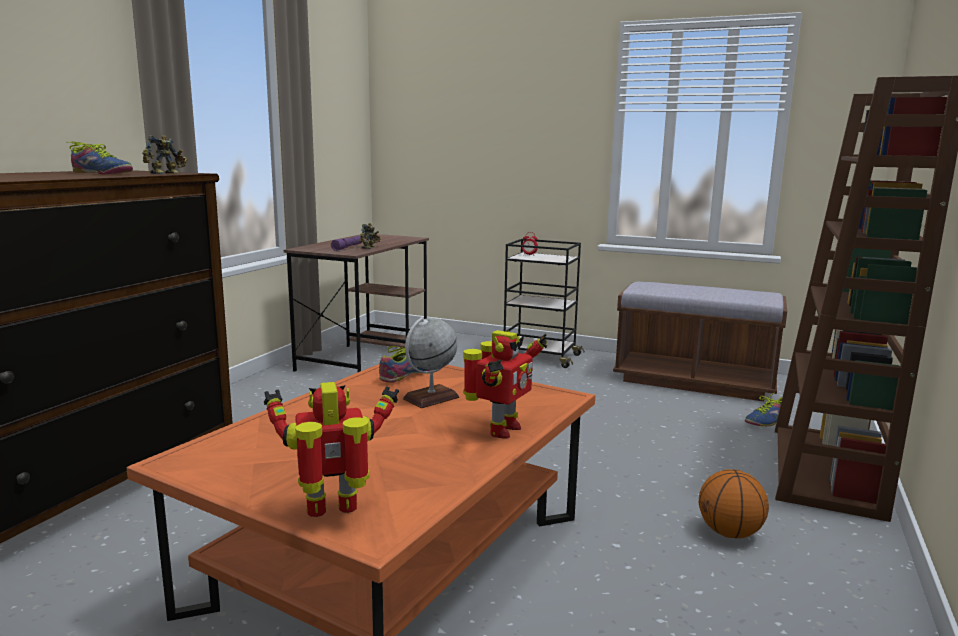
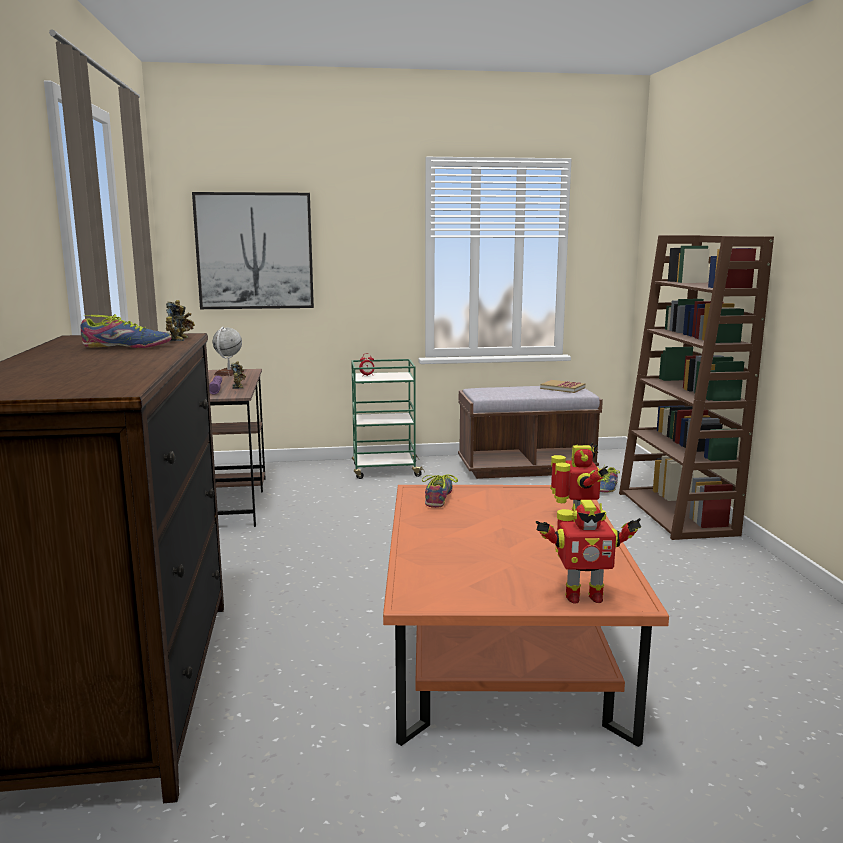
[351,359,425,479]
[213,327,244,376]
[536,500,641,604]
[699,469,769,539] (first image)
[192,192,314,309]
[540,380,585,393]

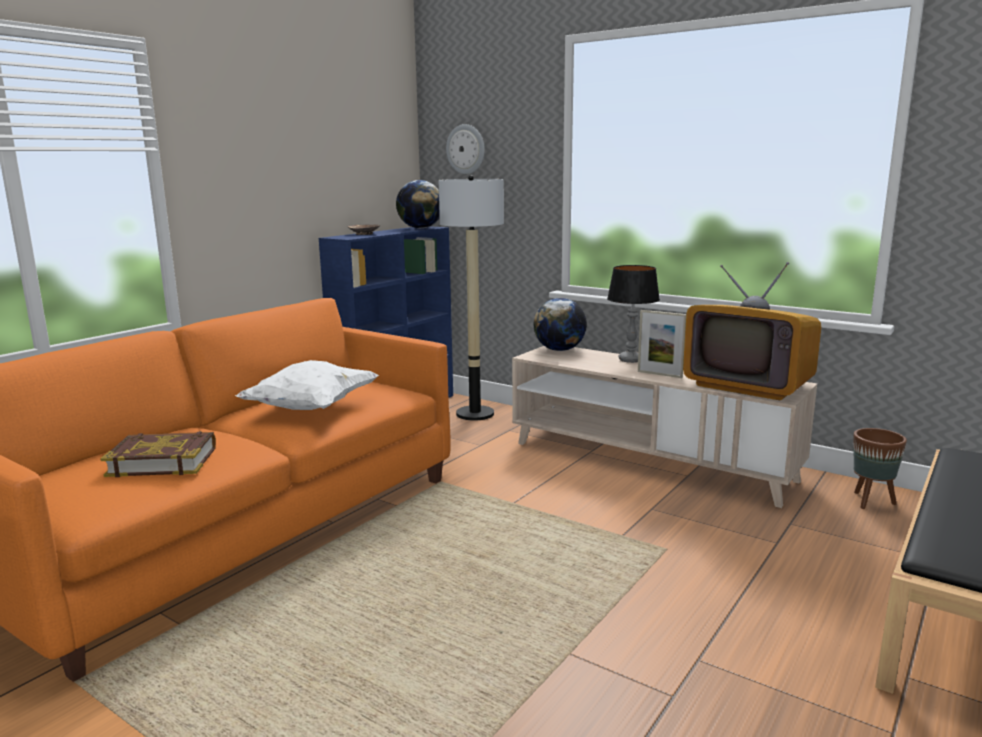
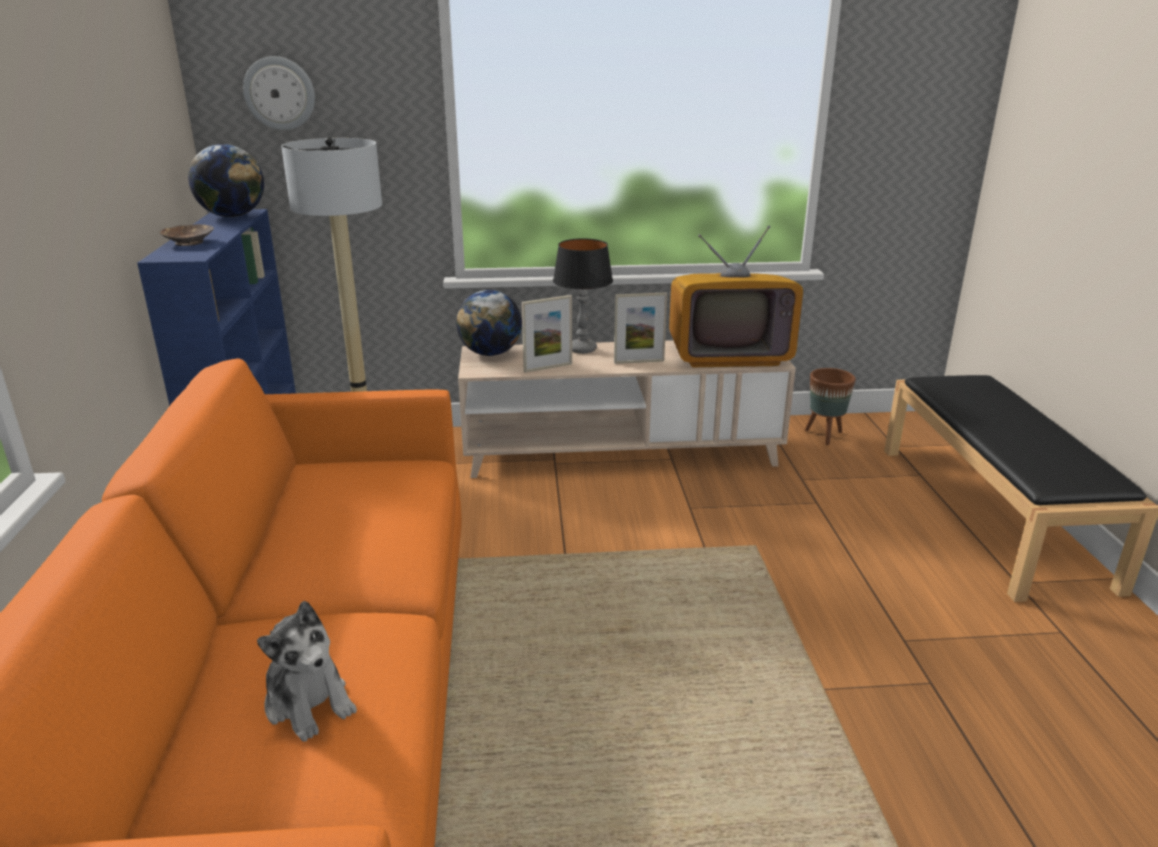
[235,360,379,410] (first image)
[257,601,357,742]
[522,295,572,373]

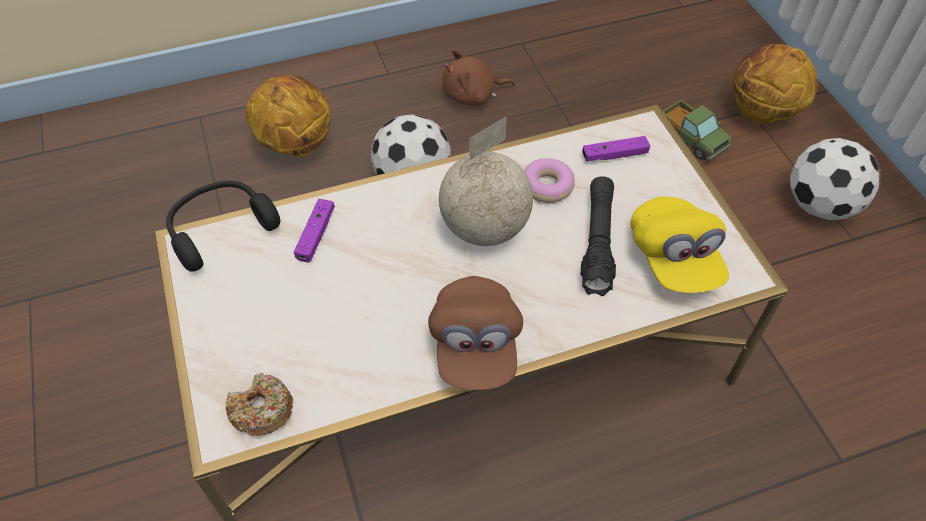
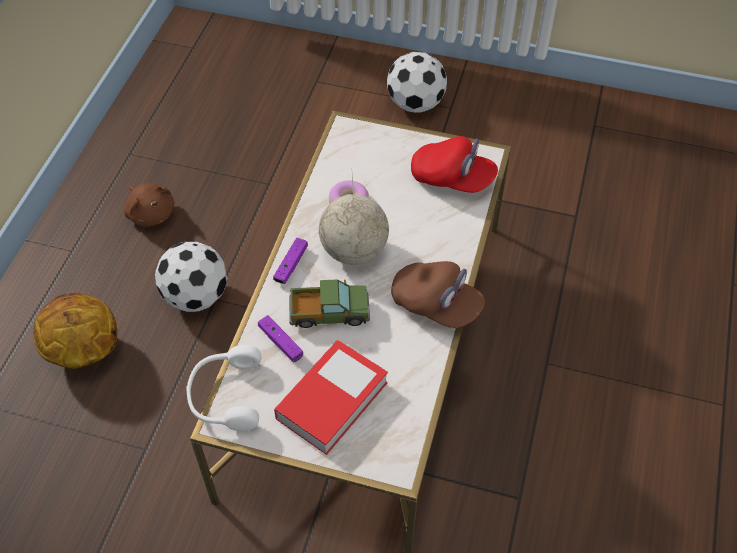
[733,44,817,124] (first image)
[124,183,174,227]
[289,279,370,328]
[273,238,308,284]
[580,176,616,296] (first image)
[186,345,261,431]
[411,136,498,193]
[225,373,293,436] (first image)
[274,340,388,455]

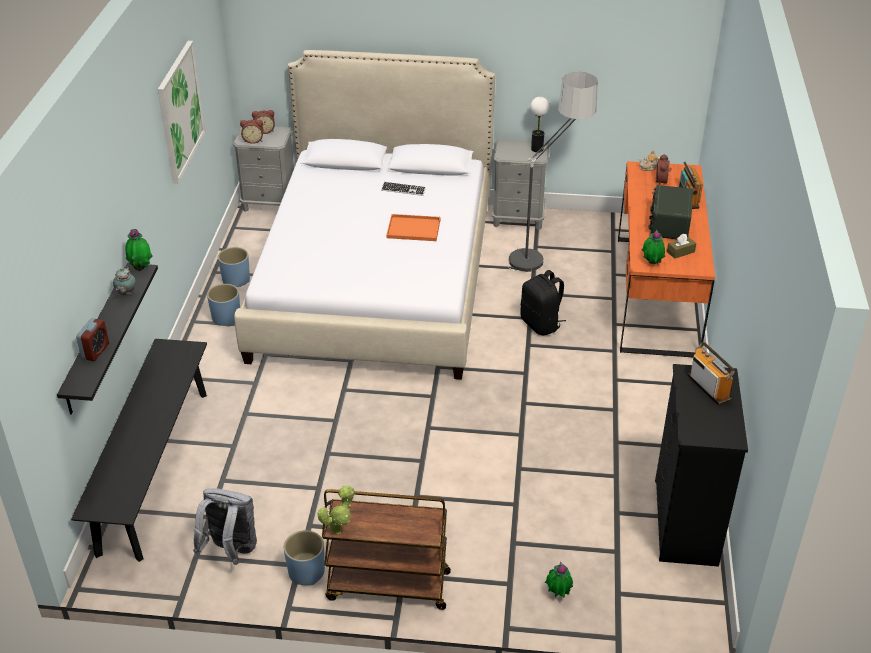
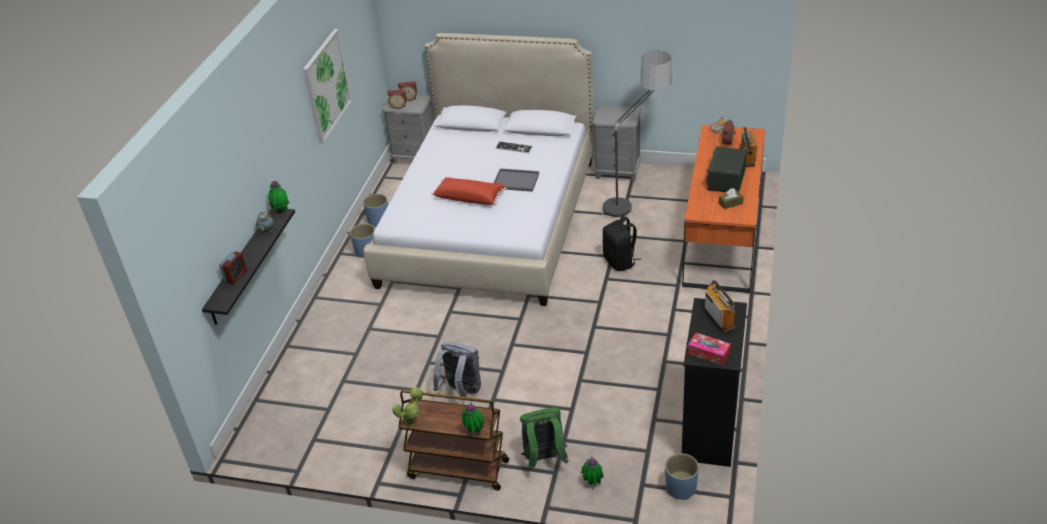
[530,97,549,152] (first image)
[494,168,539,192]
[462,402,484,433]
[71,339,207,562] (first image)
[433,342,481,397]
[665,453,699,500]
[431,177,507,205]
[688,333,731,365]
[520,407,569,470]

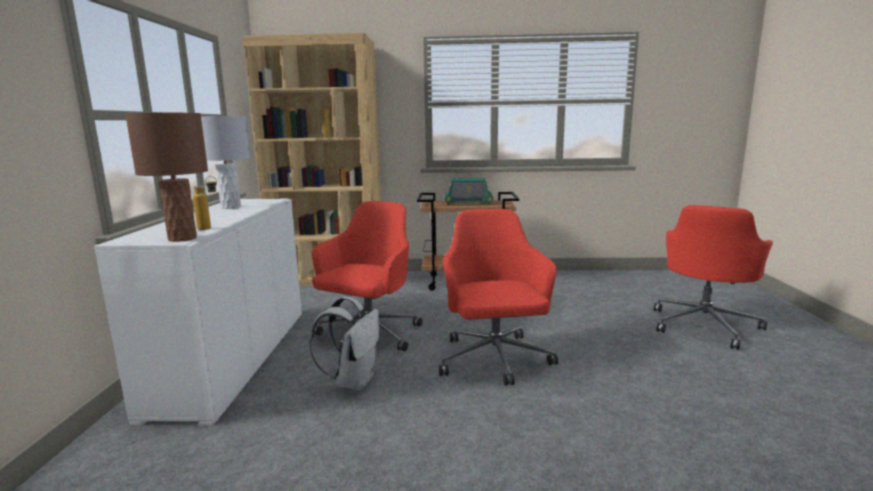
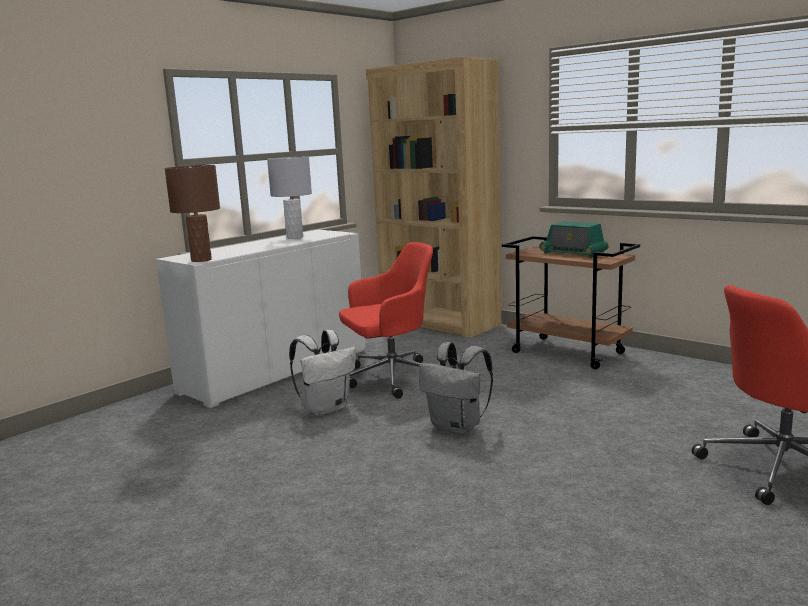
[193,176,217,230] (first image)
[419,342,493,435]

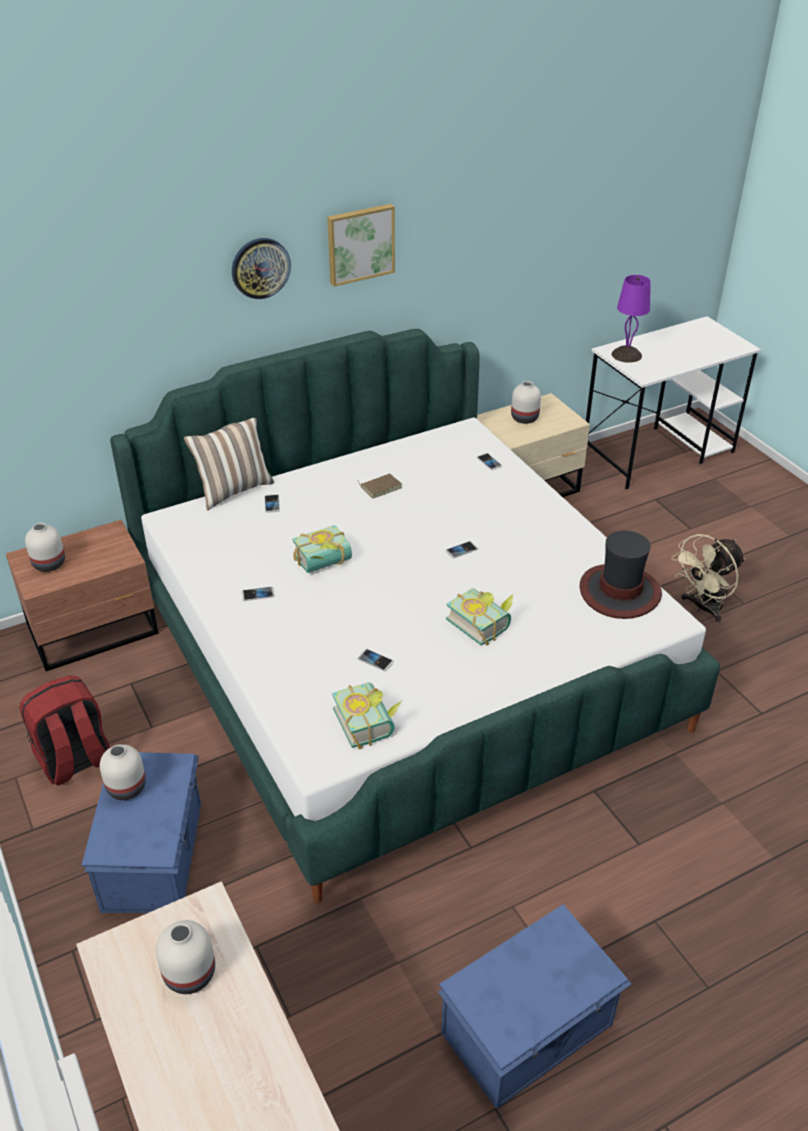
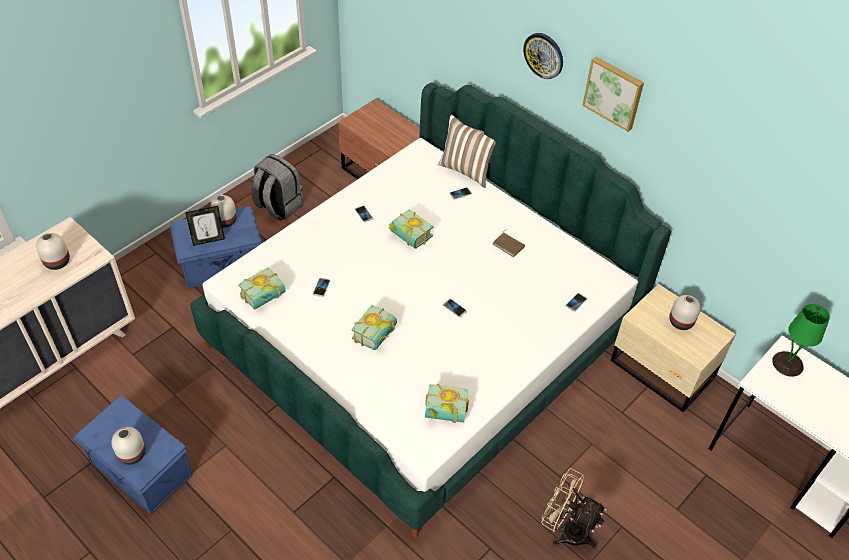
[772,304,830,377]
[111,427,145,465]
[425,384,469,423]
[251,154,303,221]
[185,206,225,246]

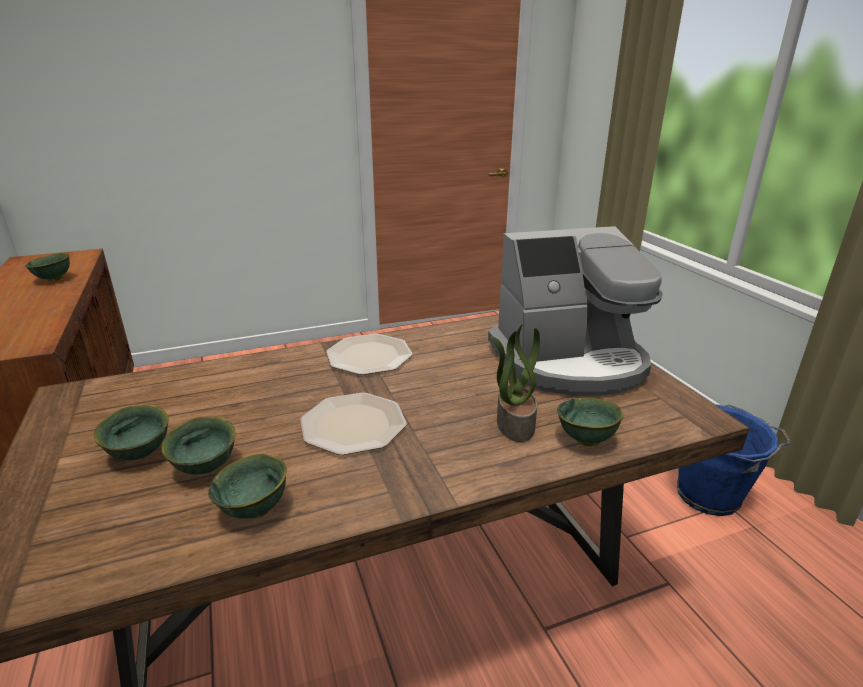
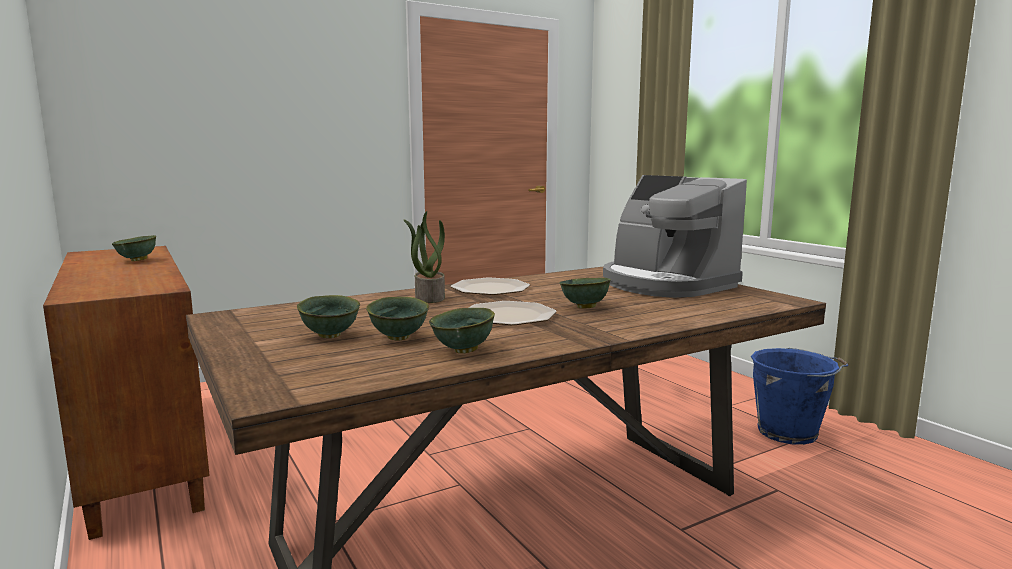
[603,175,747,298]
[404,211,445,303]
[560,278,611,309]

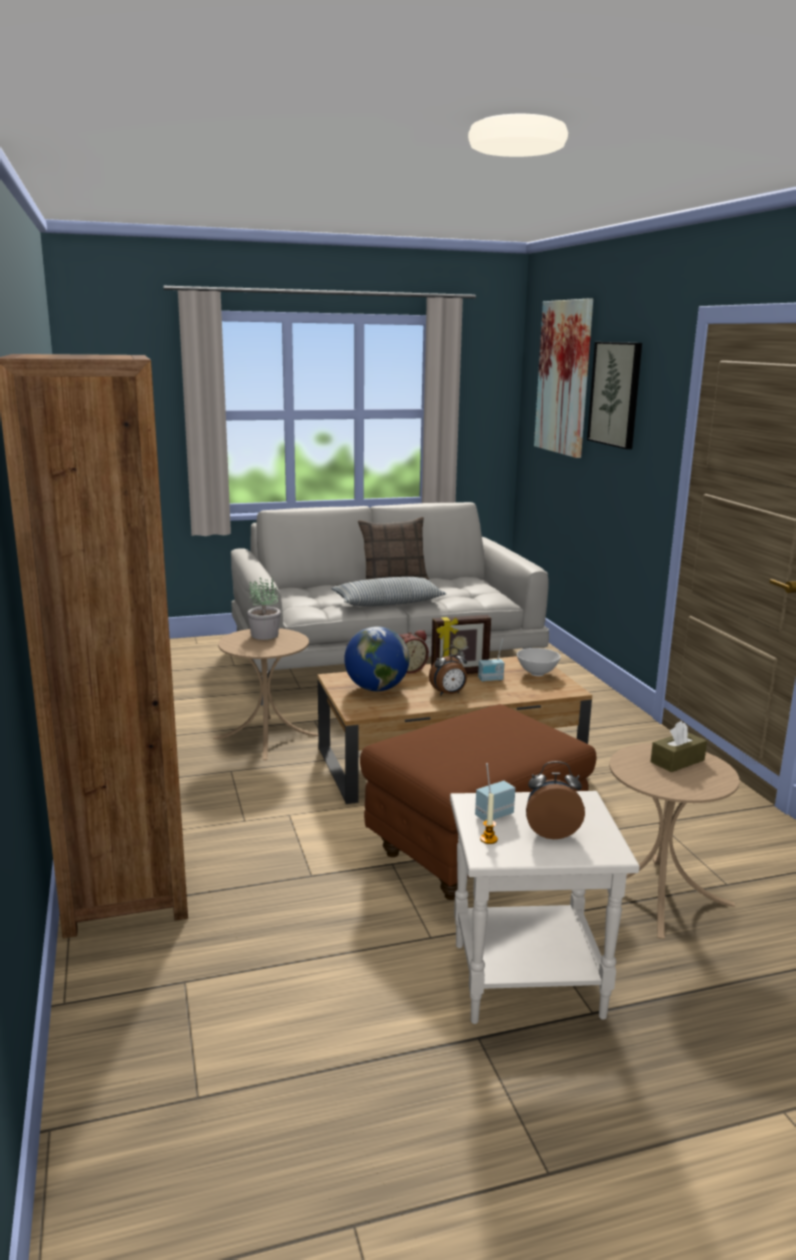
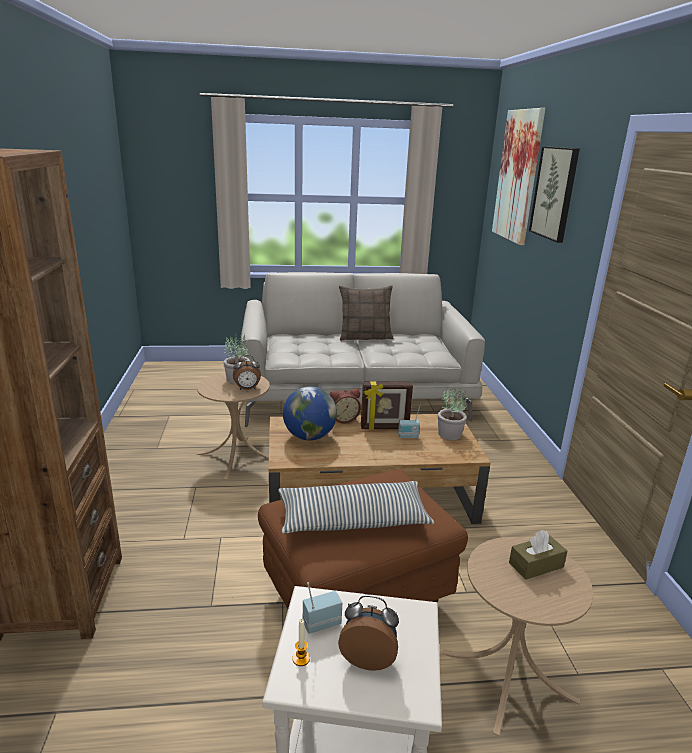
[278,481,434,534]
[233,355,261,390]
[438,388,467,440]

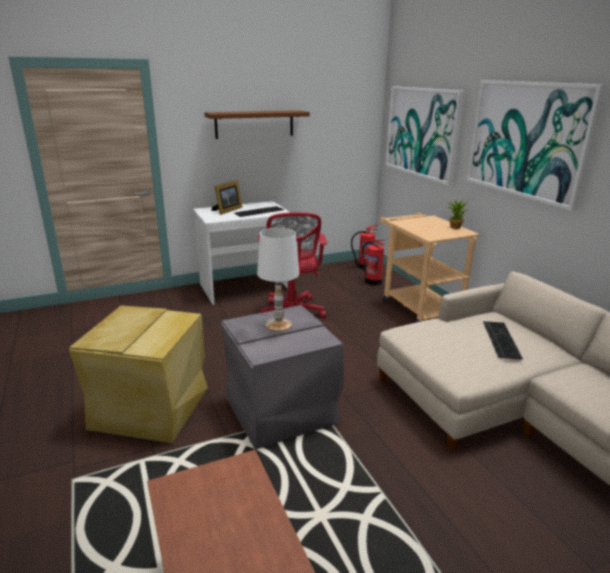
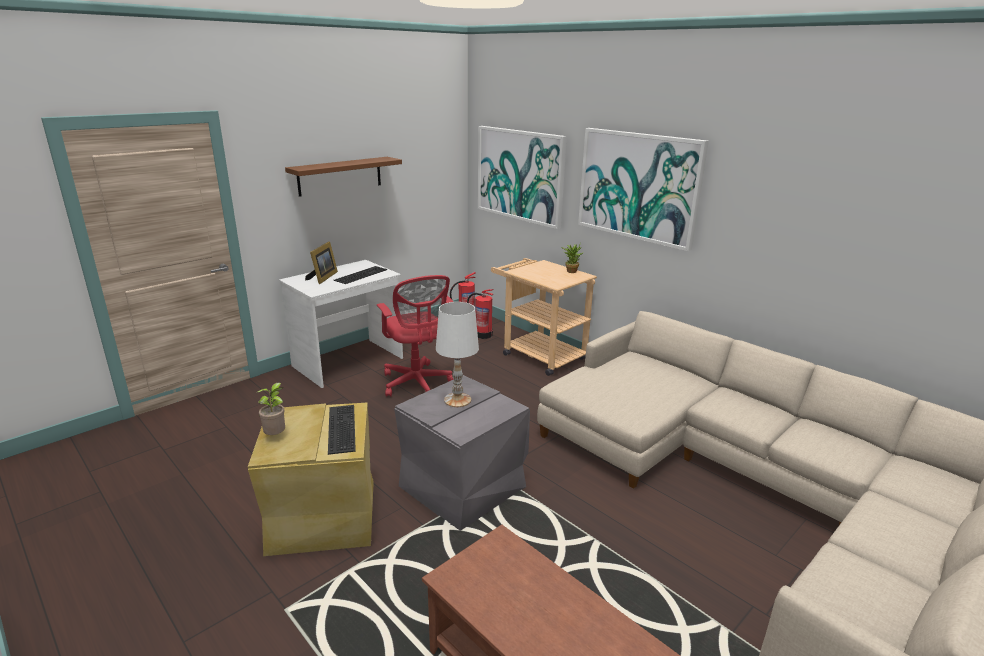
[328,405,356,455]
[257,382,285,435]

